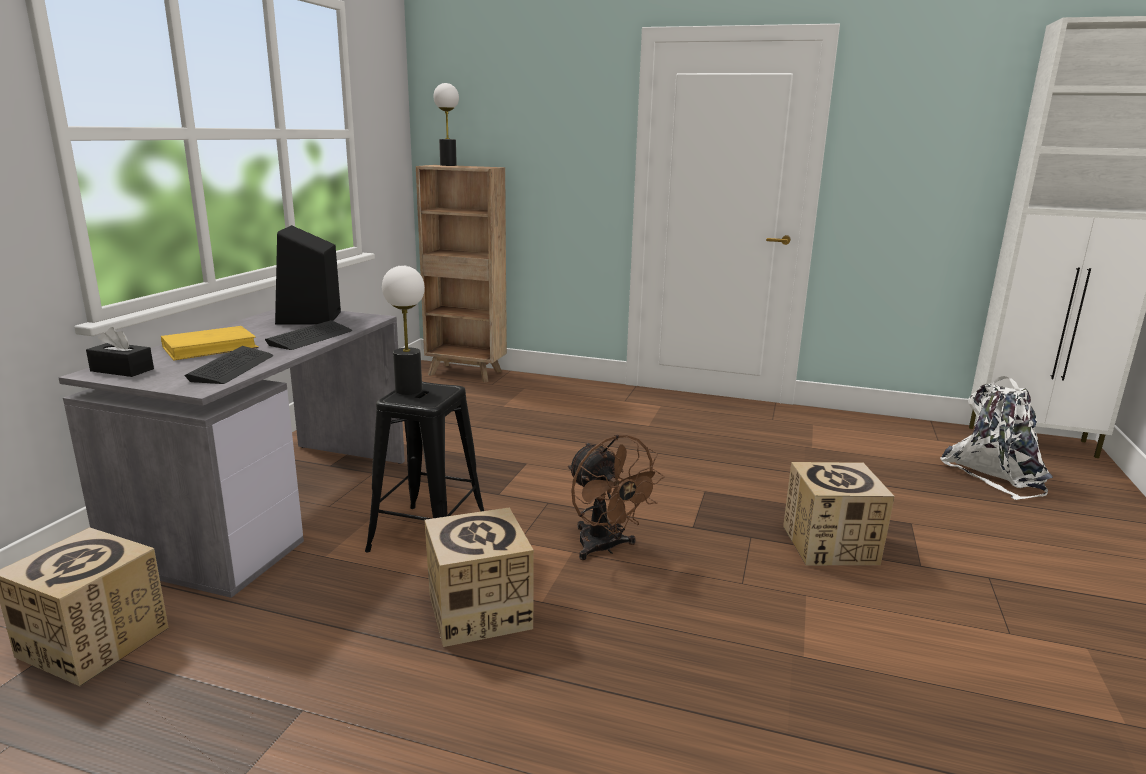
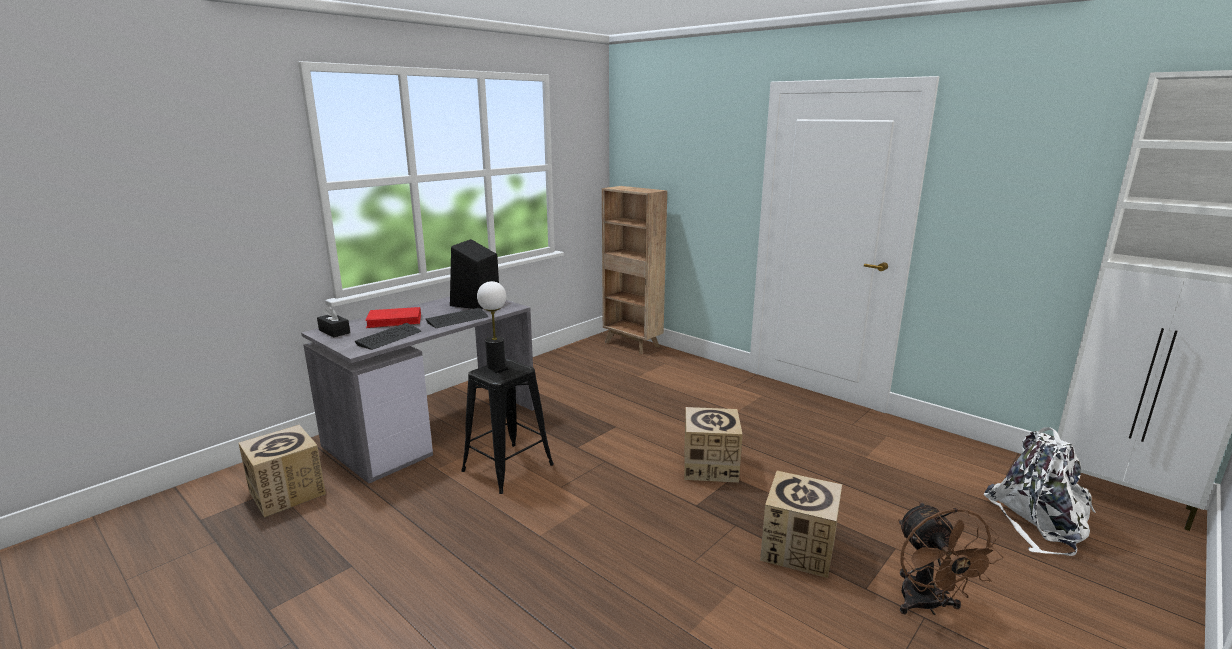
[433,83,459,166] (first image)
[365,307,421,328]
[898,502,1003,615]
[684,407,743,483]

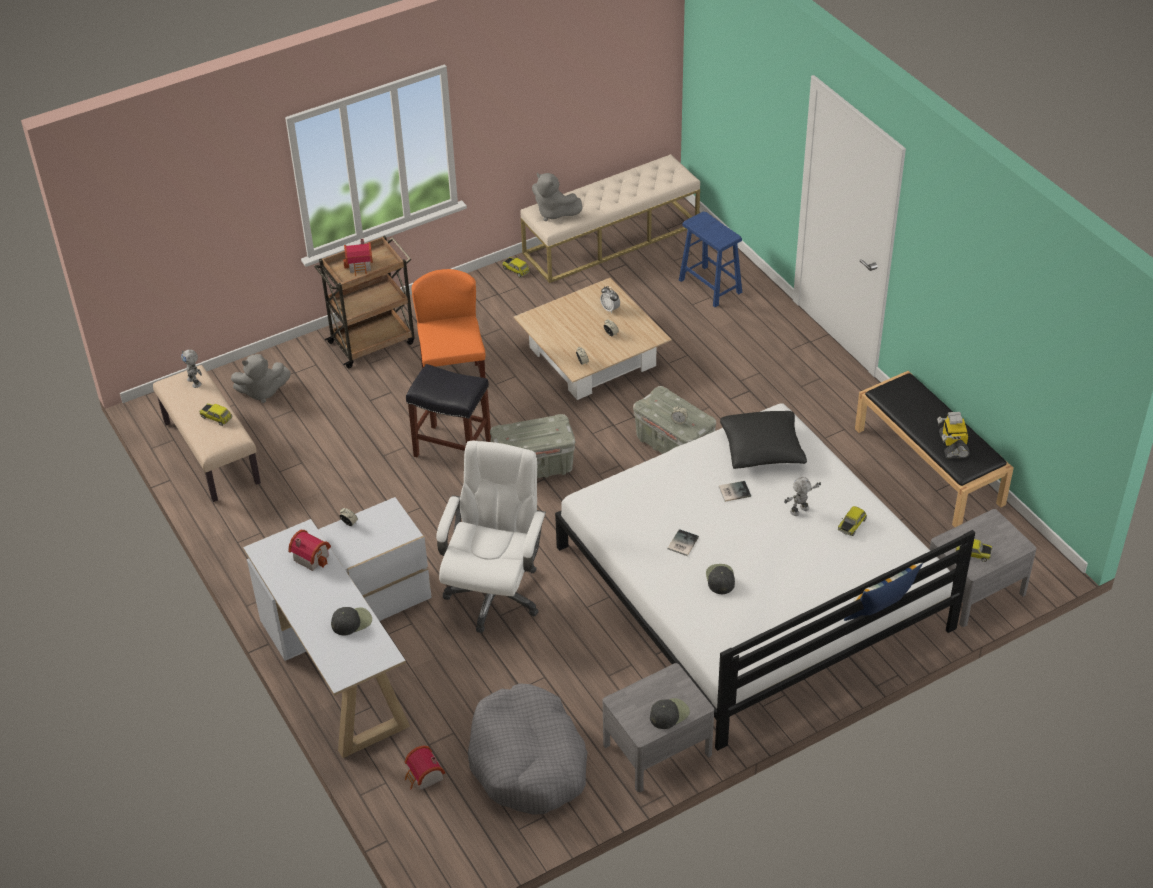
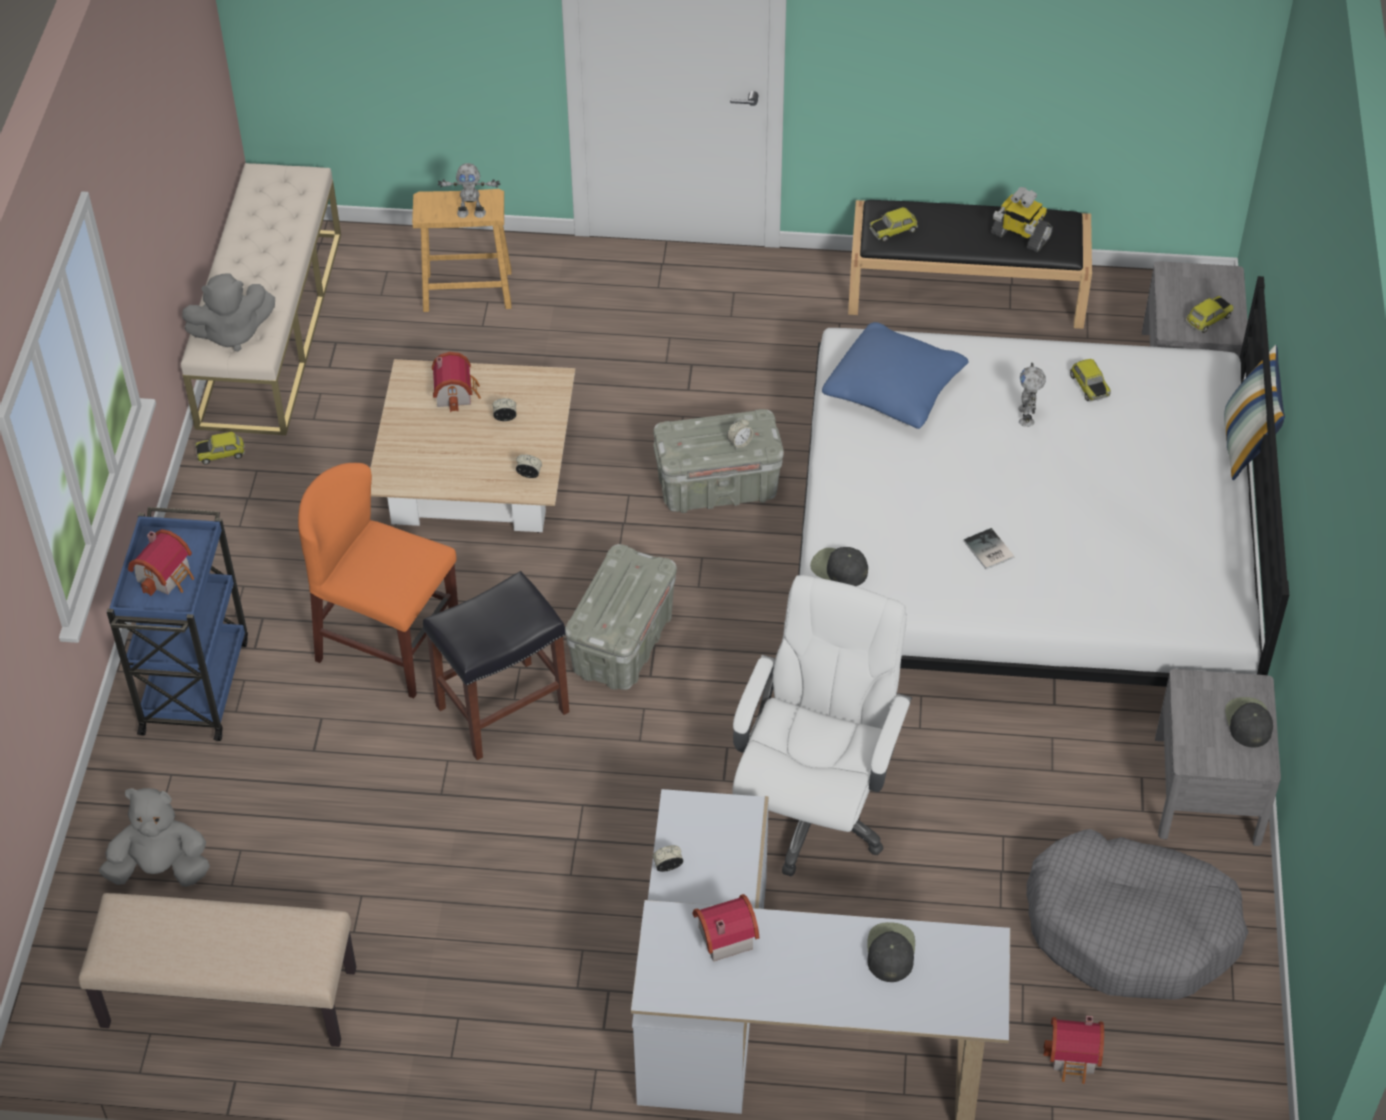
[412,189,512,312]
[107,507,248,741]
[432,352,481,412]
[438,163,500,218]
[99,788,210,887]
[869,207,918,242]
[822,322,969,429]
[732,575,912,876]
[719,481,751,502] (first image)
[810,547,868,586]

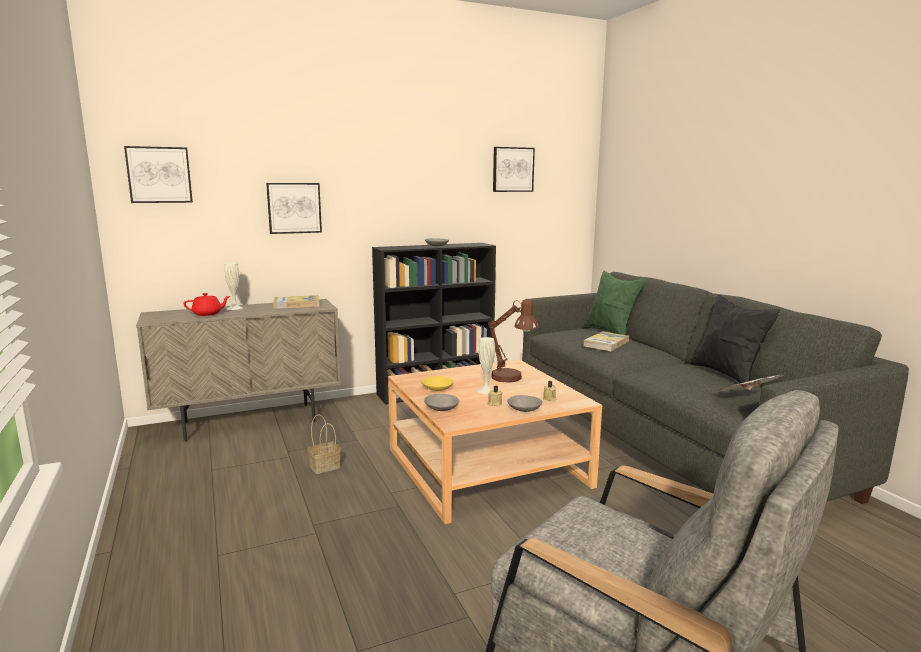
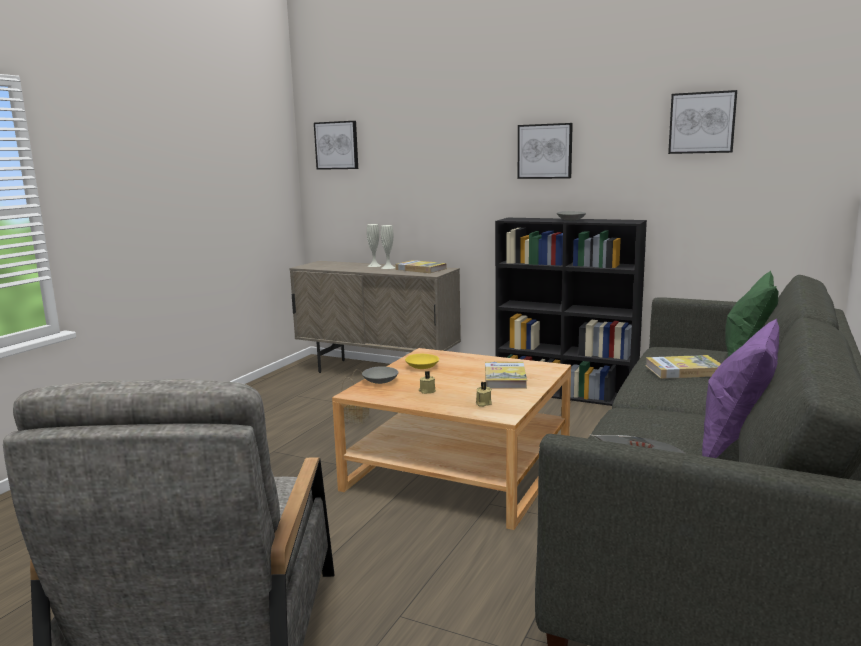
[518,123,573,179]
[183,293,230,316] (first image)
[702,319,779,458]
[485,362,527,389]
[381,225,395,269]
[507,395,542,412] (first image)

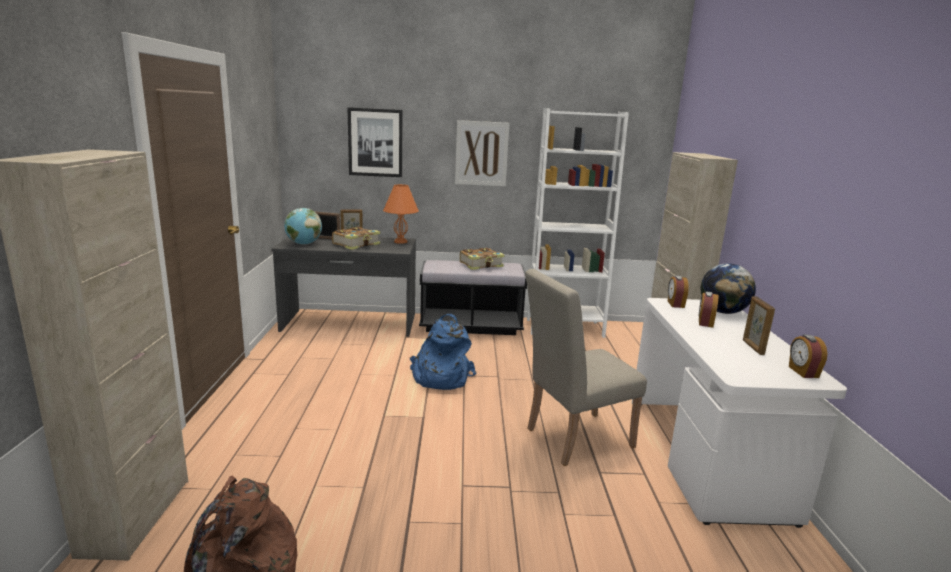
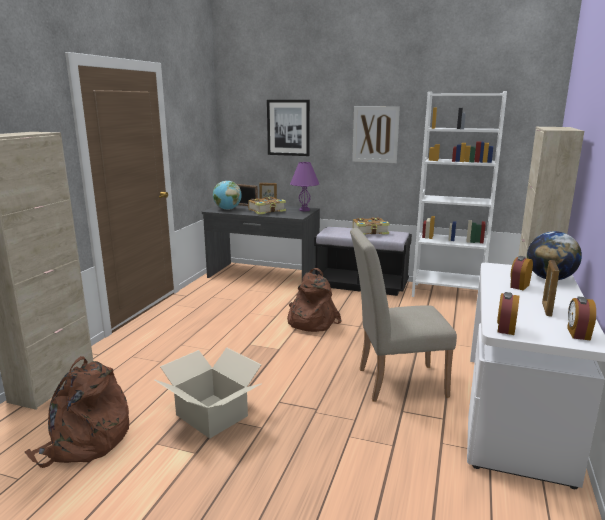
[290,161,319,211]
[497,292,519,335]
[287,268,342,332]
[155,348,262,439]

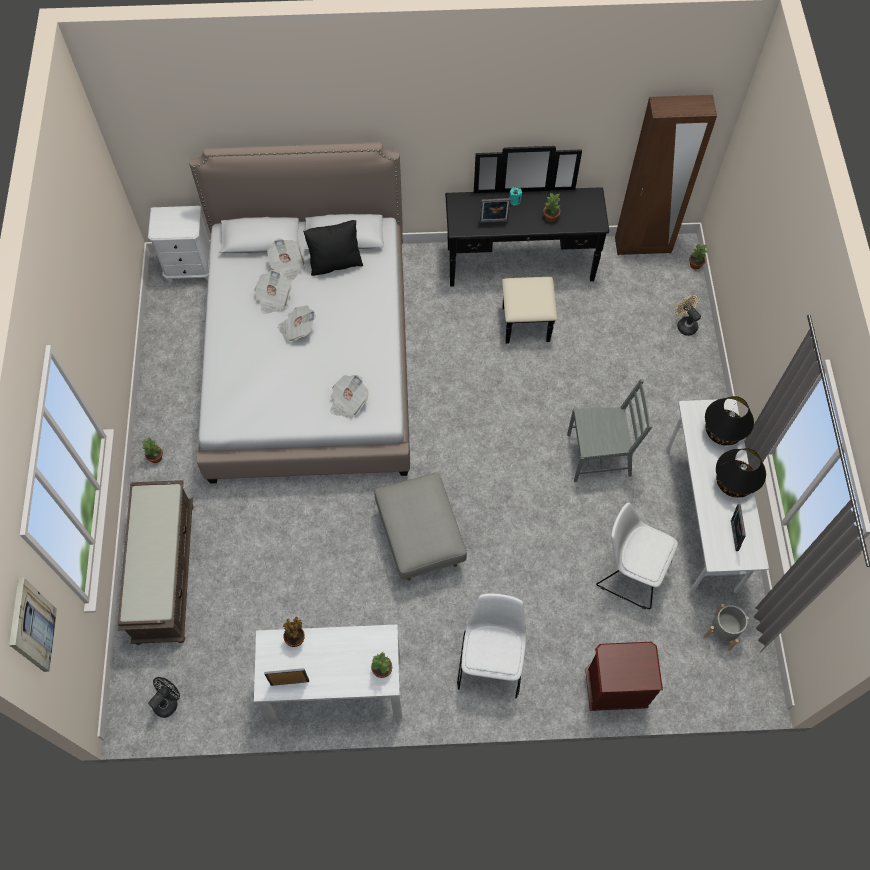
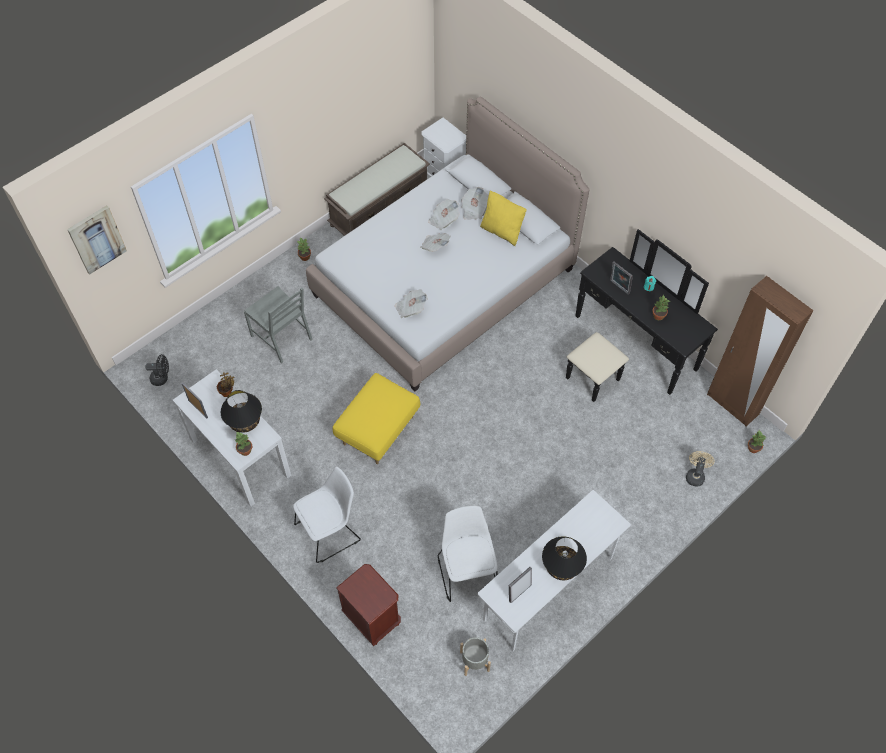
[480,190,527,246]
[244,286,313,363]
[221,390,262,433]
[333,373,420,464]
[324,143,430,236]

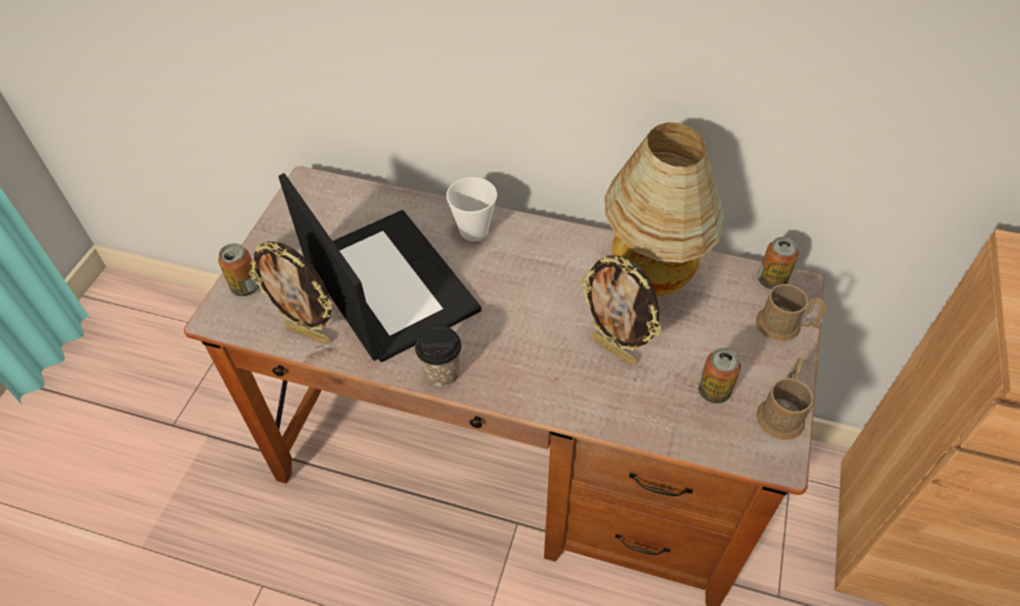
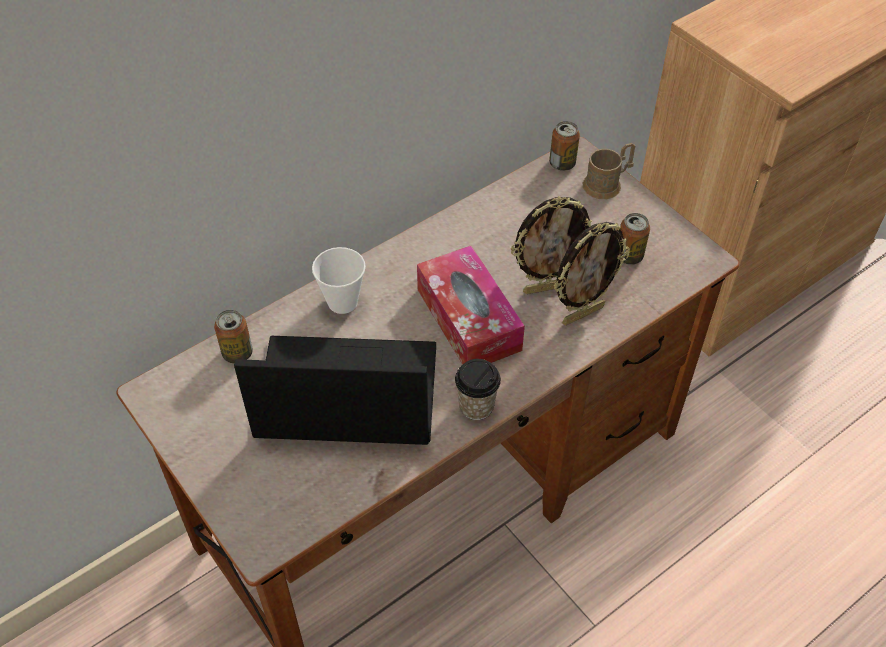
[604,122,725,296] (first image)
[554,222,630,325]
[214,310,253,363]
[756,358,813,440] (first image)
[417,246,525,364]

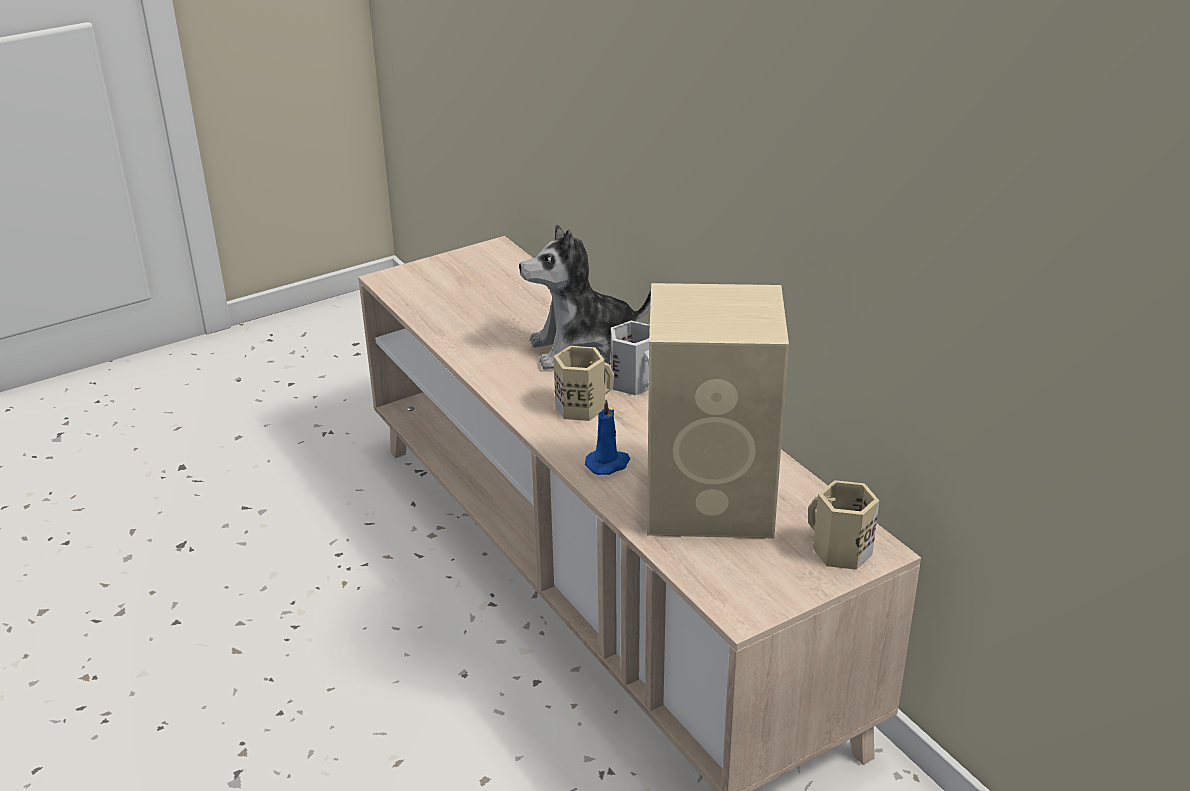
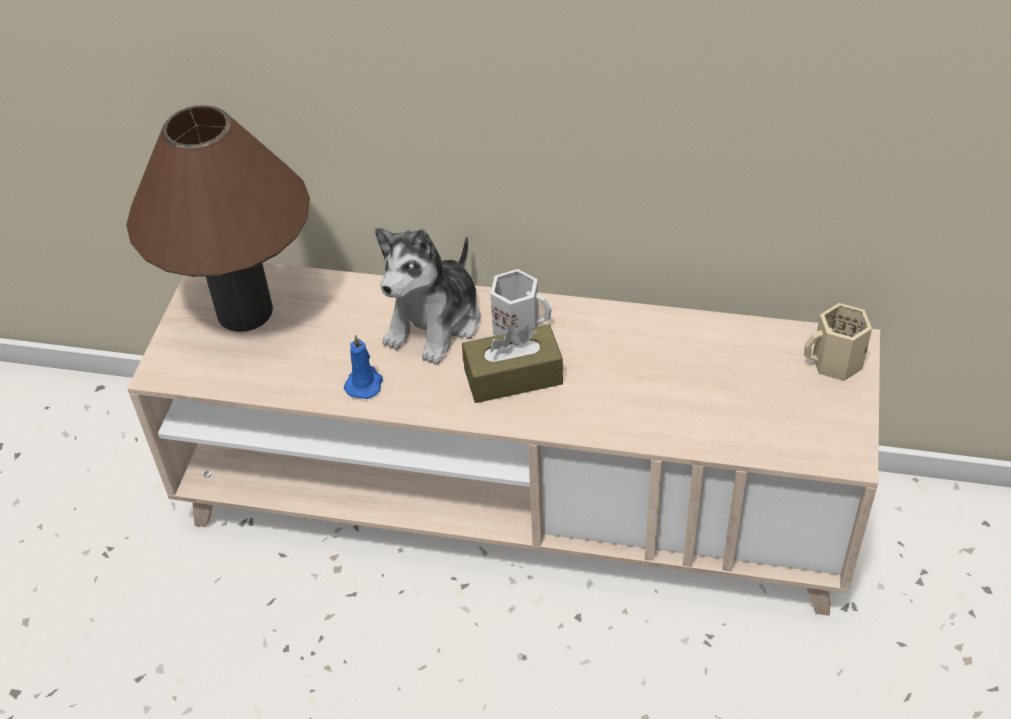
[647,283,789,538] (first image)
[462,325,563,403]
[344,335,383,399]
[126,105,310,332]

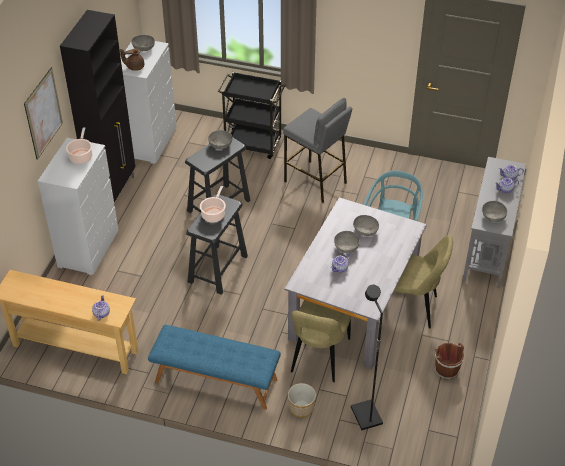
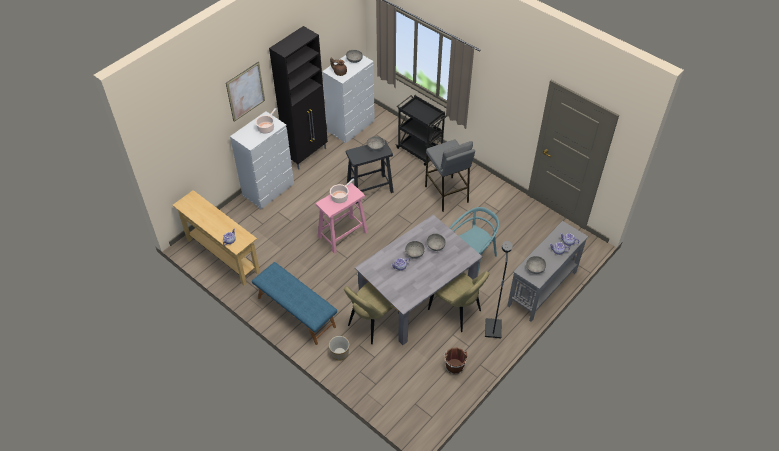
[316,183,368,254]
[485,241,513,339]

